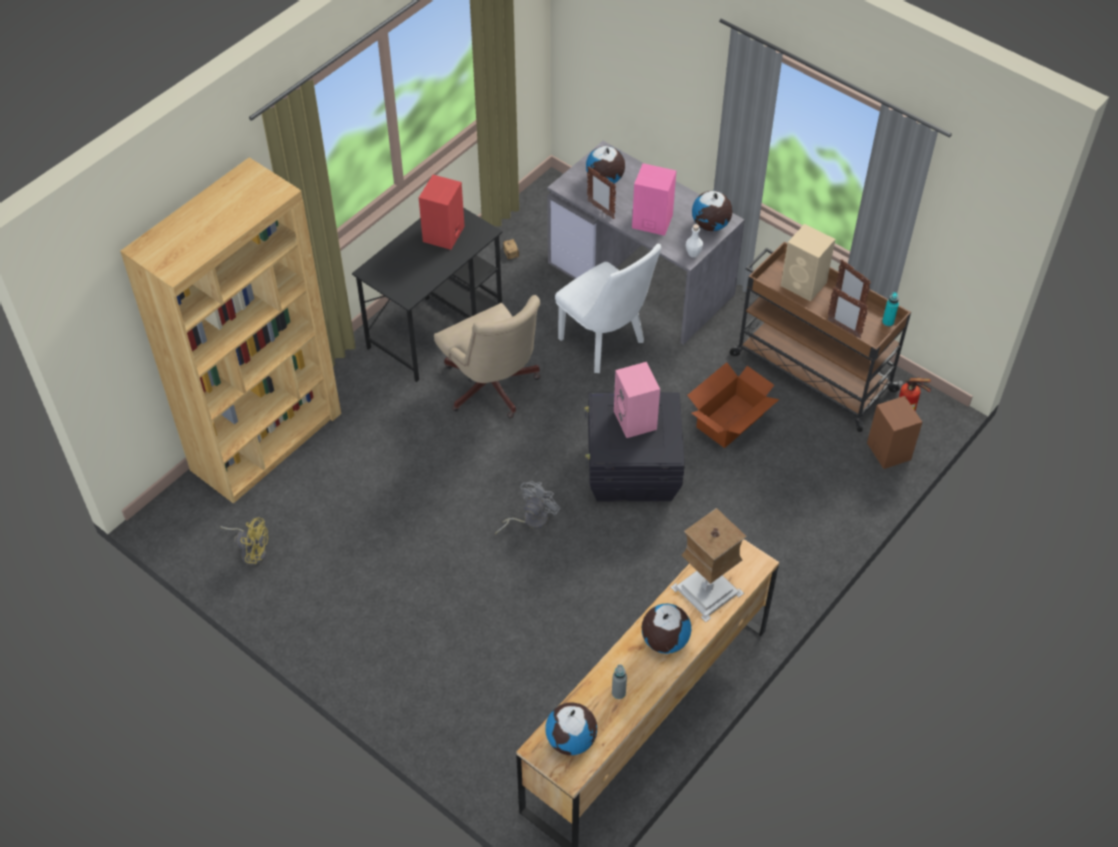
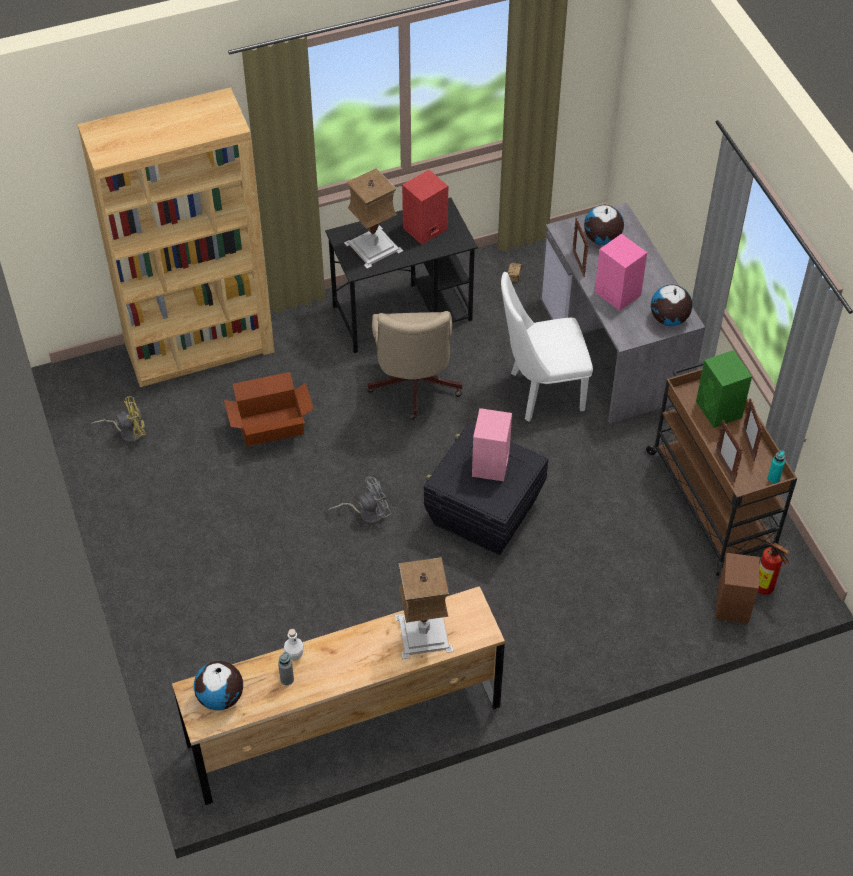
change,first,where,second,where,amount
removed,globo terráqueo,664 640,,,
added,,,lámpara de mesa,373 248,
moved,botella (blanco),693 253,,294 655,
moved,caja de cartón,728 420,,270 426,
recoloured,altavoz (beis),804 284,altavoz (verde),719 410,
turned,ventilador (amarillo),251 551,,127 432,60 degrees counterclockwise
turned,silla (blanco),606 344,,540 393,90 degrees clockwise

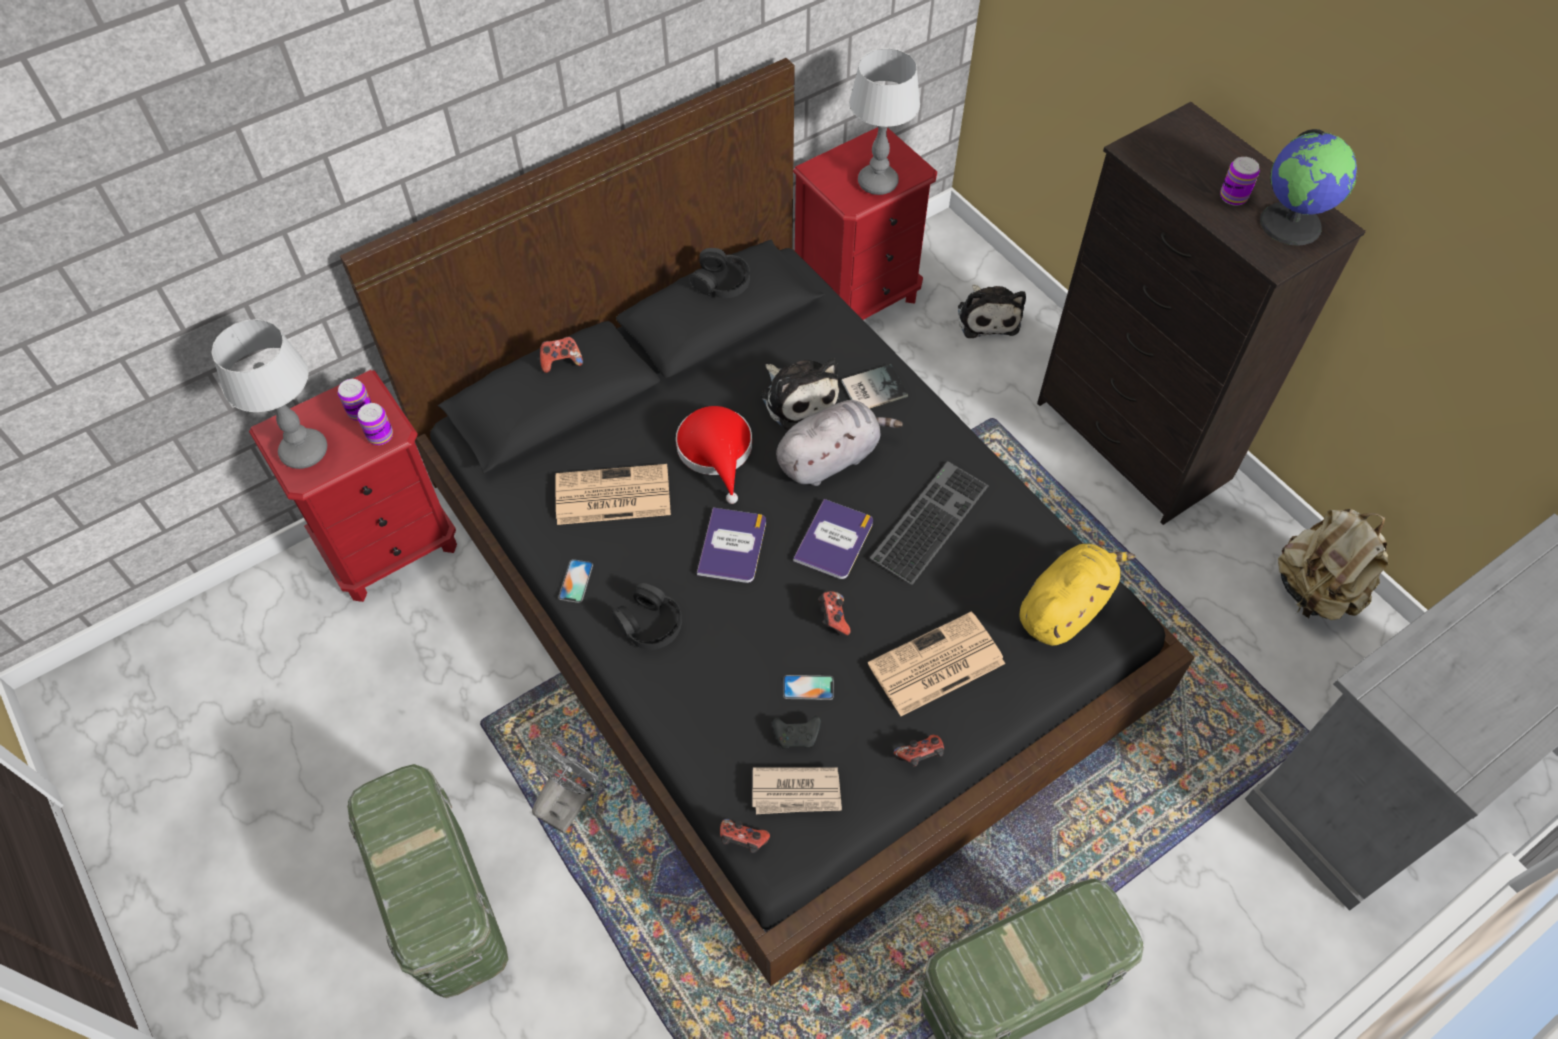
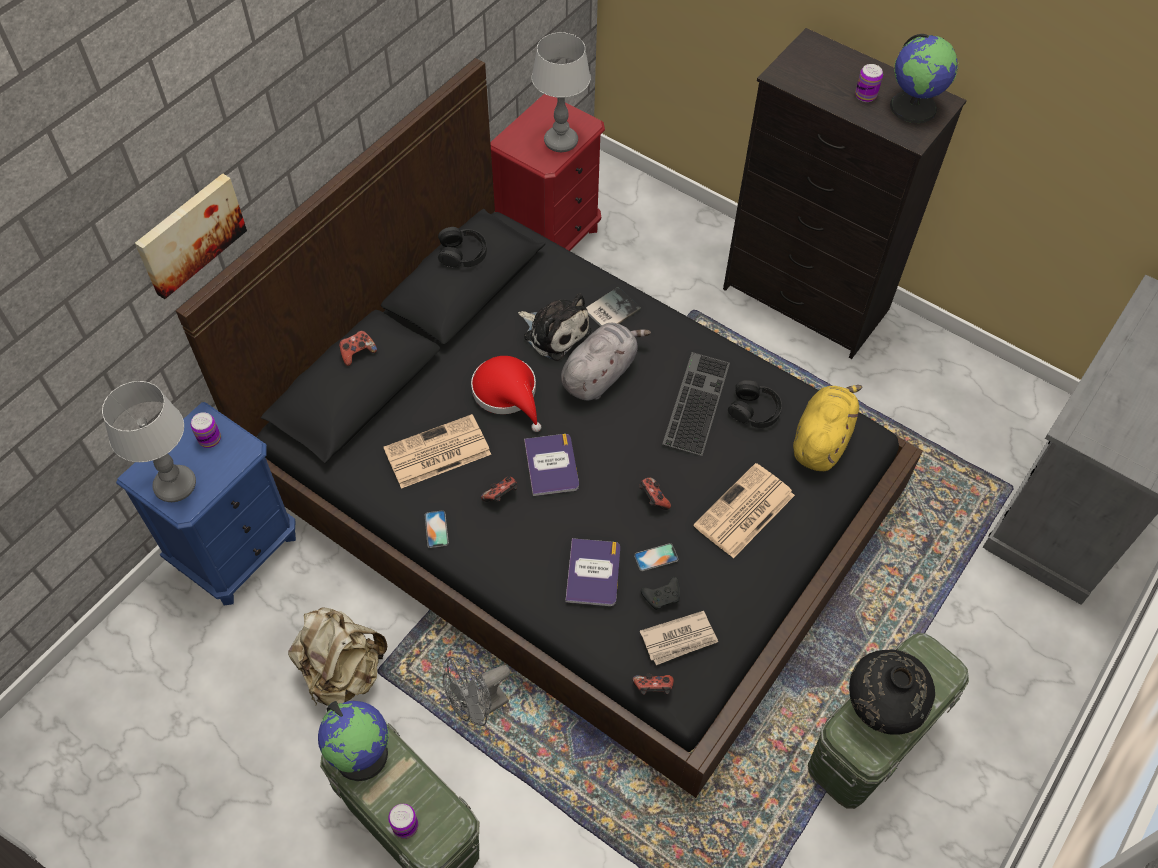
change,first,where,second,where,amount
removed,peluche,987 316,,,
added,,,cuadro,189 234,
added,,,globo terráqueo,362 754,
added,,,florero (negro),881 708,
moved,lata,380 435,,405 826,
moved,auriculares (negro),650 623,,754 410,
moved,libro,834 540,,593 573,
moved,mando de consola,920 756,,501 496,
moved,mochila (beis),1315 591,,342 672,
recoloured,mesita de noche (rojo),390 546,mesita de noche (azul),237 551,
turned,ventilador (gris),571 798,,478 708,135 degrees counterclockwise

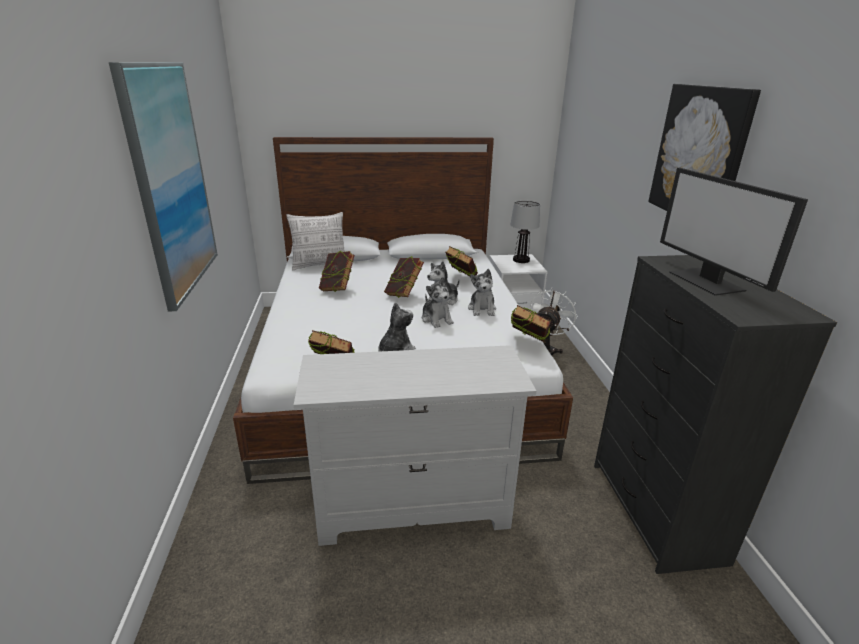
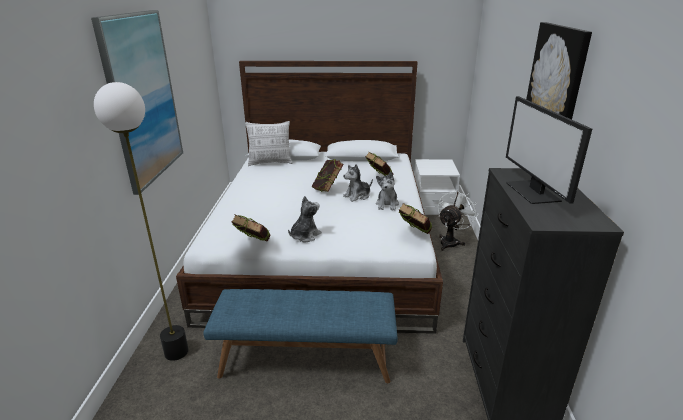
change,first,where,second,where,amount
removed,libro,337 289,,,
removed,peluche,436 319,,,
removed,lámpara de mesa,521 260,,,
added,,,lámpara de pie,176 351,
replaced,cómoda (blanco),414 507,banco (azul),306 358,

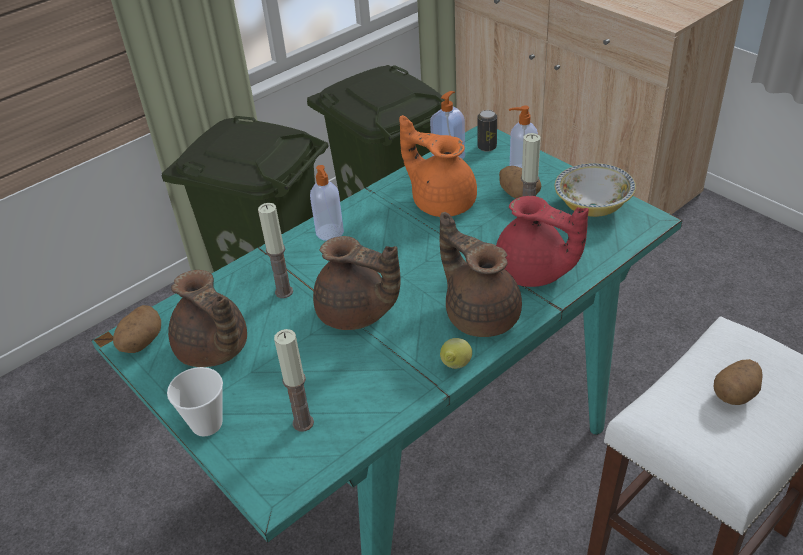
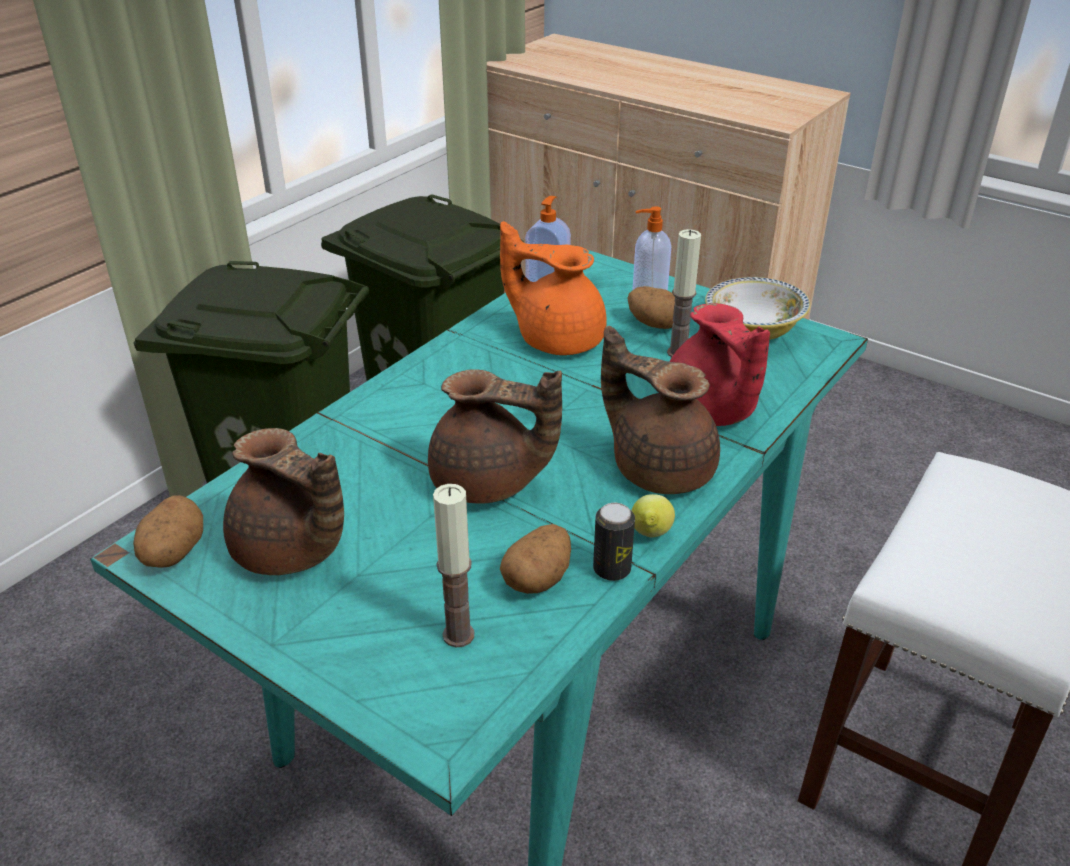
change,first,where,second,where,amount
removed,taza,207 424,,,
removed,vela,284 292,,,
removed,dispensador de jabón,330 233,,,
moved,lata,487 147,,612 569,
moved,patata,735 393,,537 578,
turned,tetera (rojo),533 273,,710 412,45 degrees clockwise

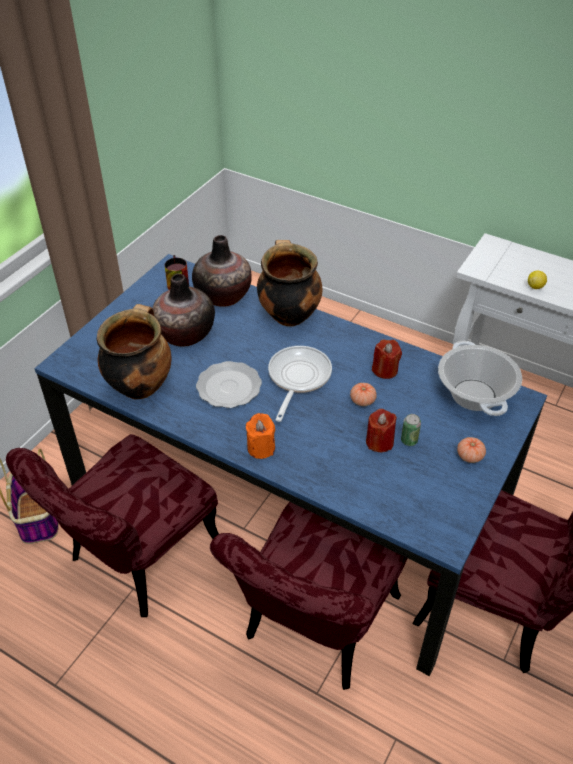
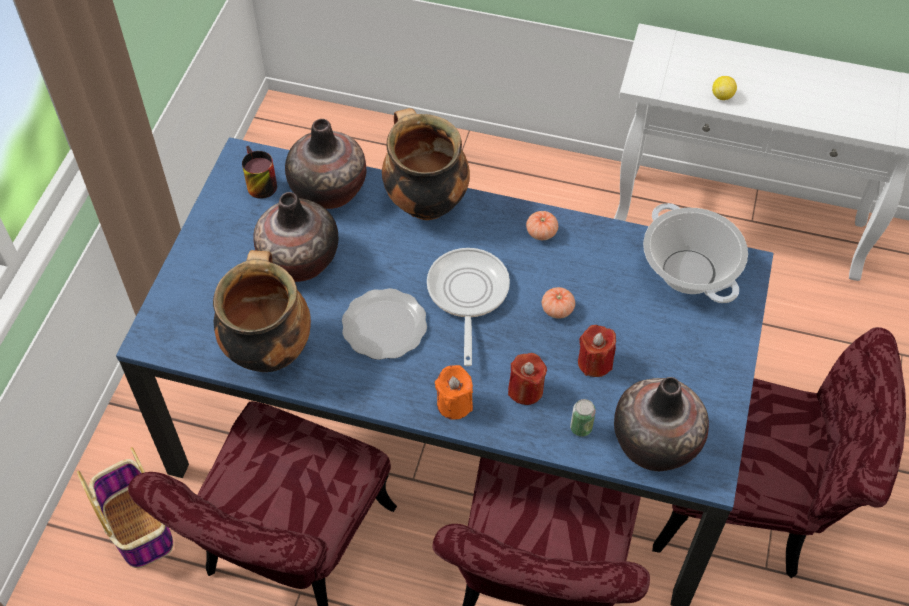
change,first,where,second,where,amount
added,,,florero,656 442,
moved,vela (rojo),385 370,,525 390,
moved,lata,409 440,,581 428,
moved,tomate,469 456,,541 232,

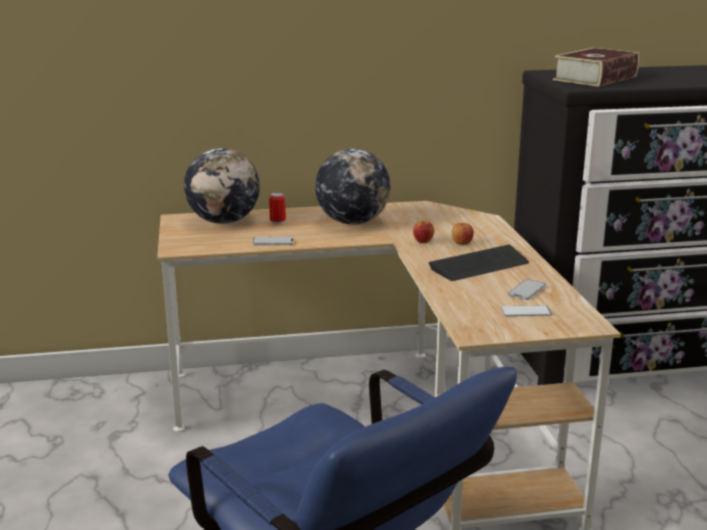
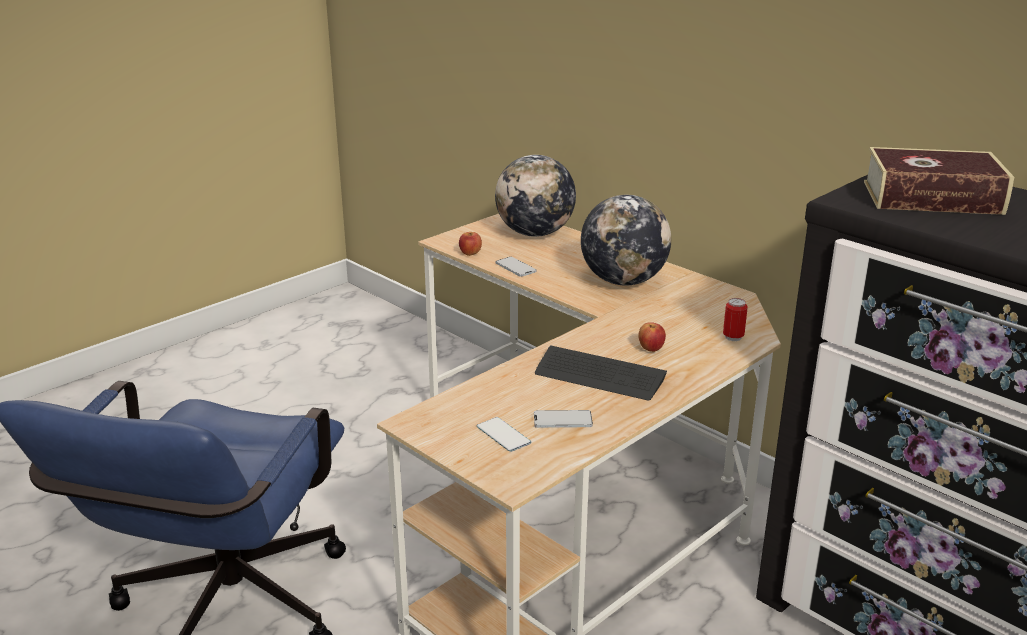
change,first,where,second,where,amount
moved,lata,277 222,,733 337,
moved,manzana,423 241,,470 254,

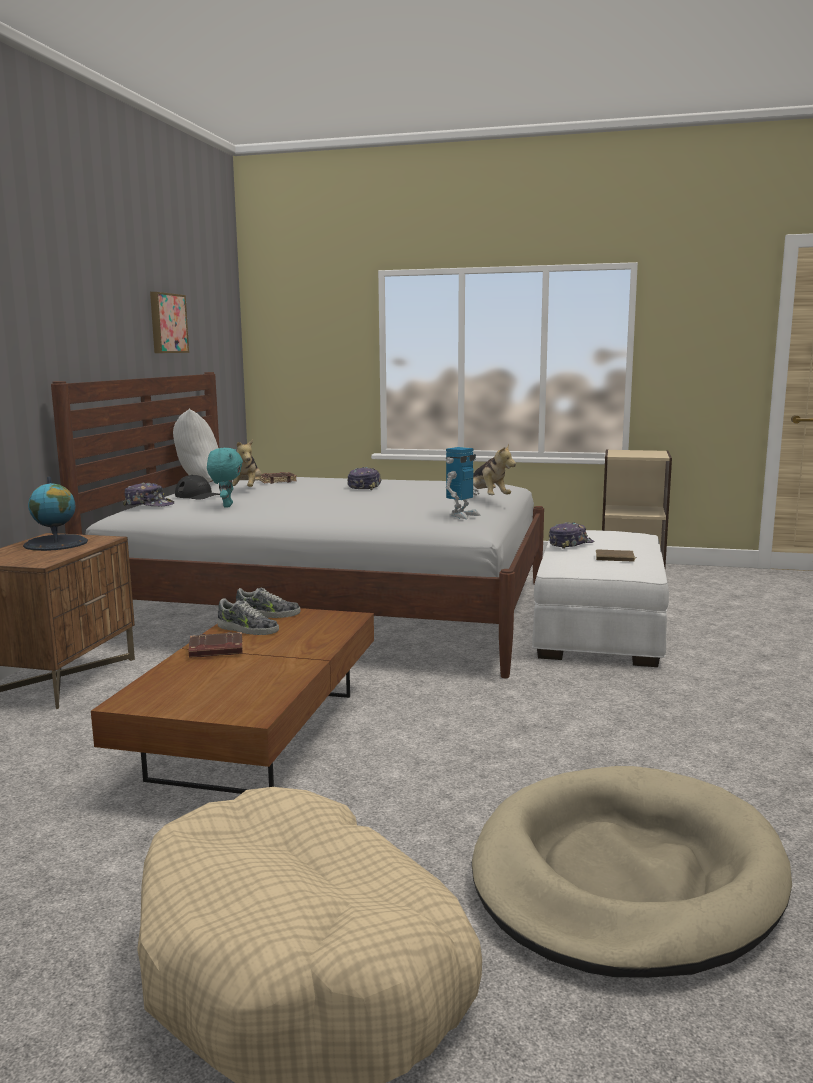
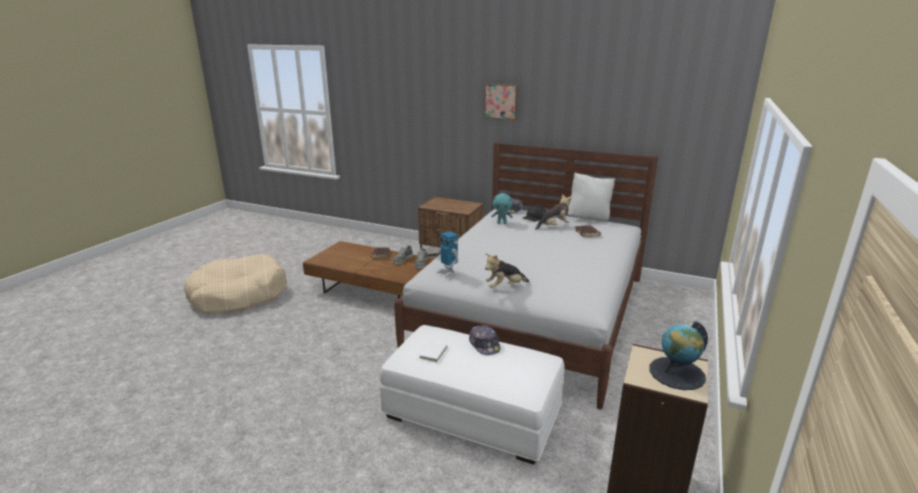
change,first,where,second,where,amount
removed,gorra,364 487,,,
removed,cama para perro (beis),625 876,,,
moved,globo terráqueo,56 543,,677 373,
moved,cuadro,167 323,,501 101,
recoloured,libro (marrón),614 558,libro (blanco),432 353,
turned,peluche,247 490,,553 226,150 degrees clockwise

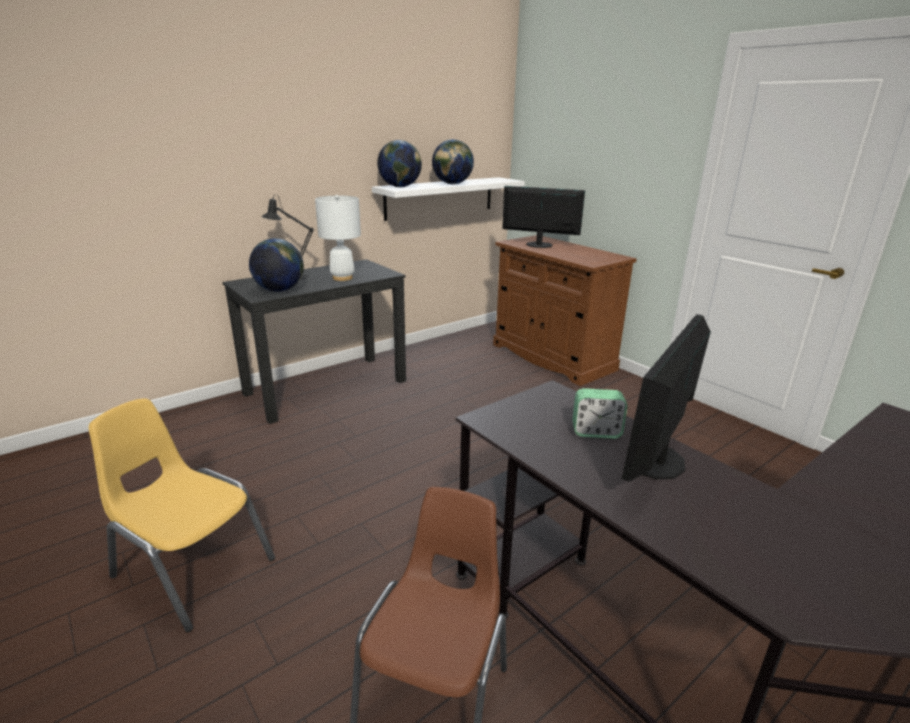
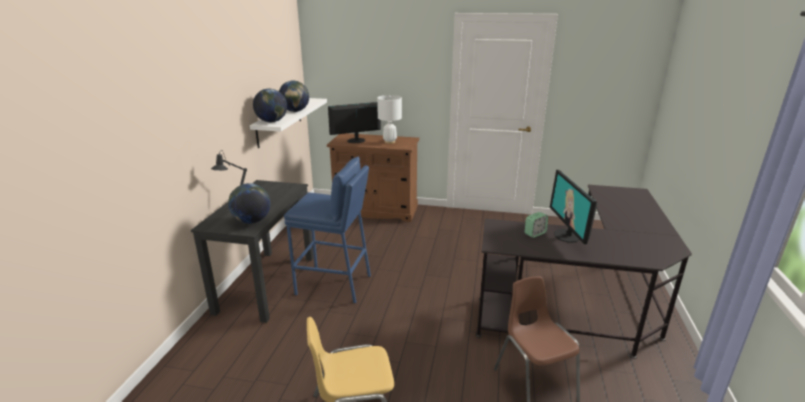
change,first,where,second,where,amount
added,,,taburete (azul),334 285,
moved,lámpara de mesa (blanco),342 278,,390 142,

